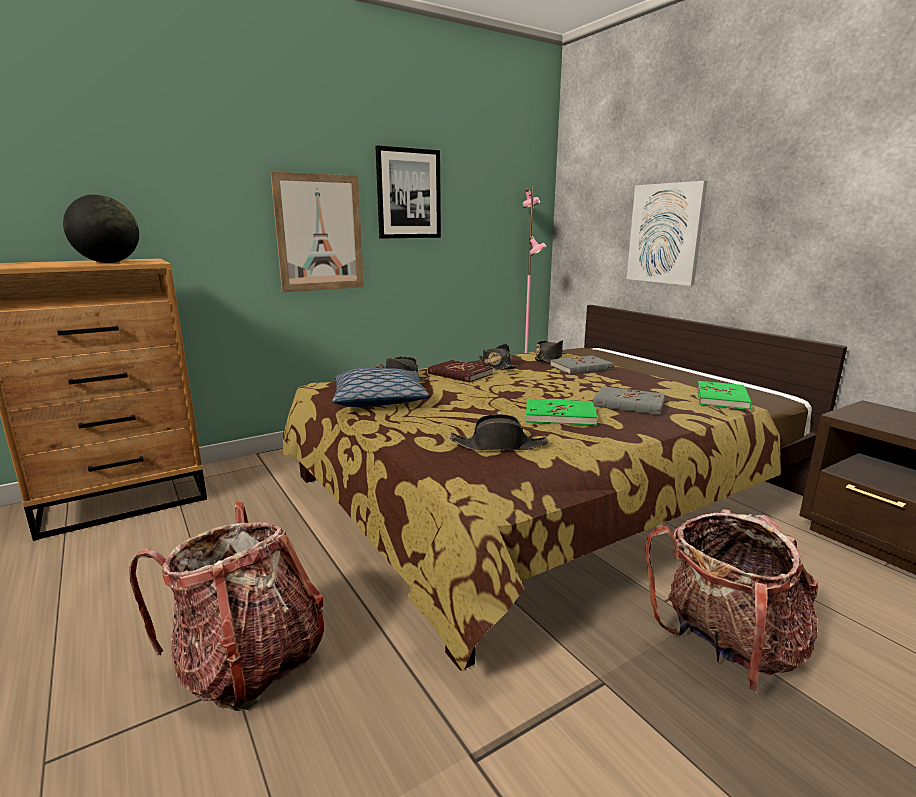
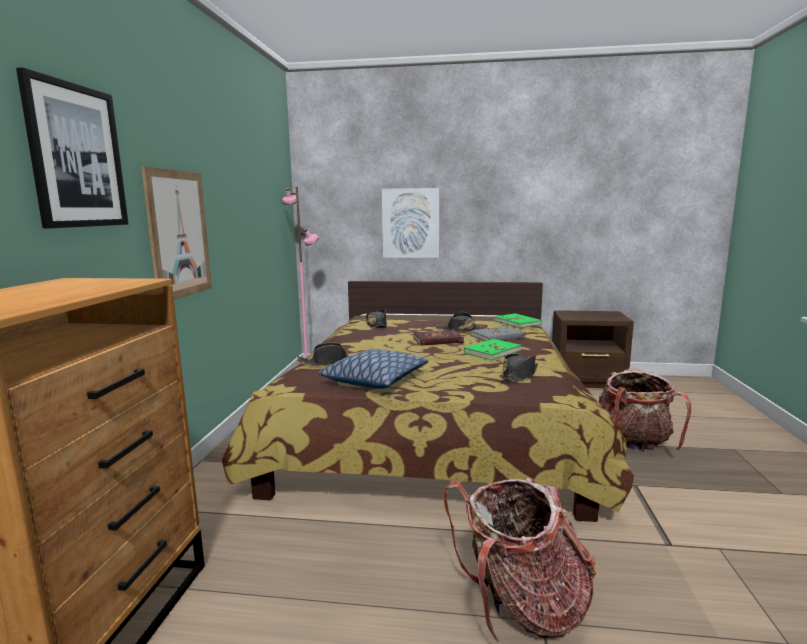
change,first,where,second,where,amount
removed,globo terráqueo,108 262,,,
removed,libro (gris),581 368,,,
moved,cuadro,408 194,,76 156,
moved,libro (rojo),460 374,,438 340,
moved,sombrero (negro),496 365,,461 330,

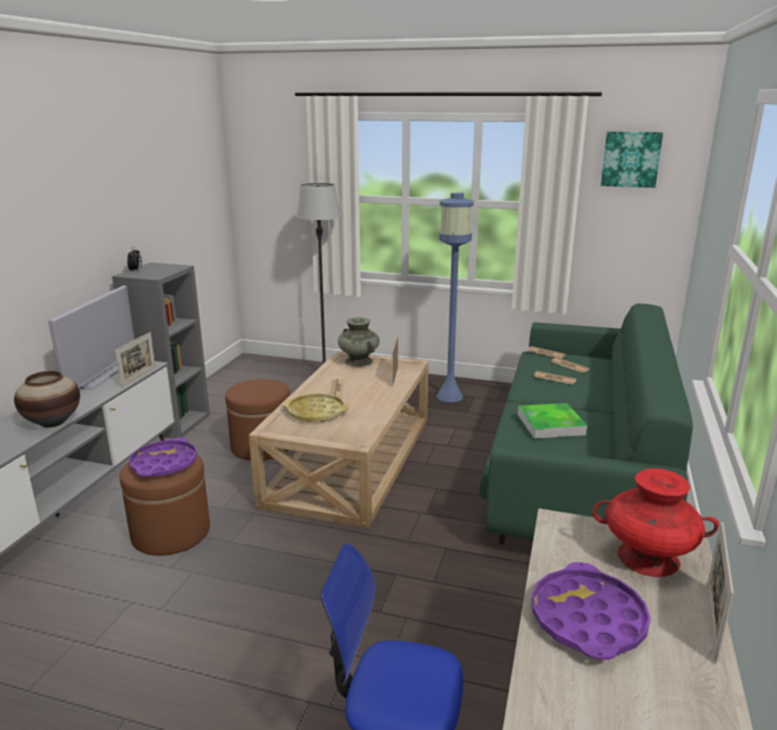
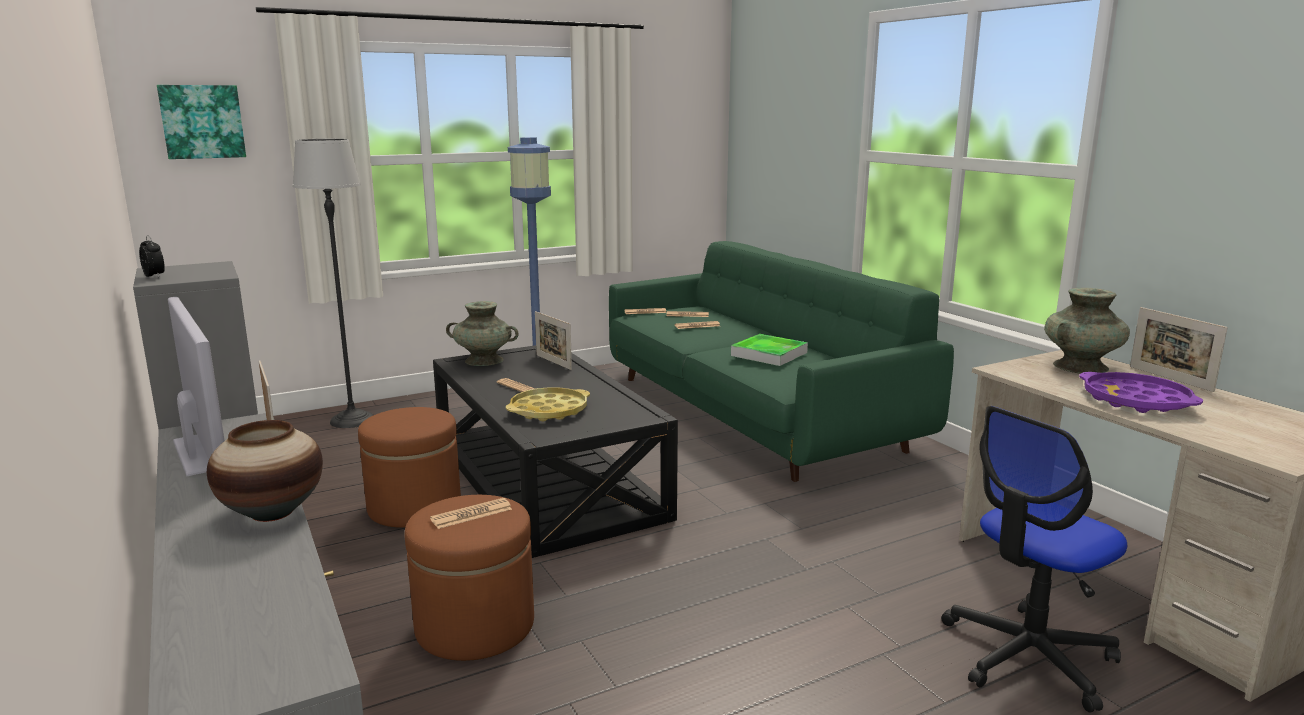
change,first,where,second,where,amount
moved,cuadro,631 159,,202 121,
replaced,bandeja (morado),164 464,periódico,471 514,
recoloured,mesa de centro (beis),352 460,mesa de centro (negro),548 478,
recoloured,florero (rojo),647 558,florero (turquesa),1080 367,

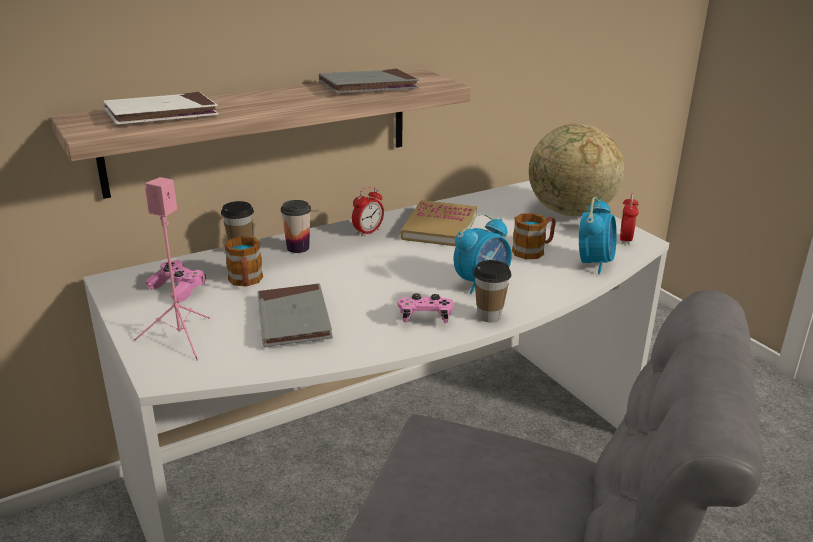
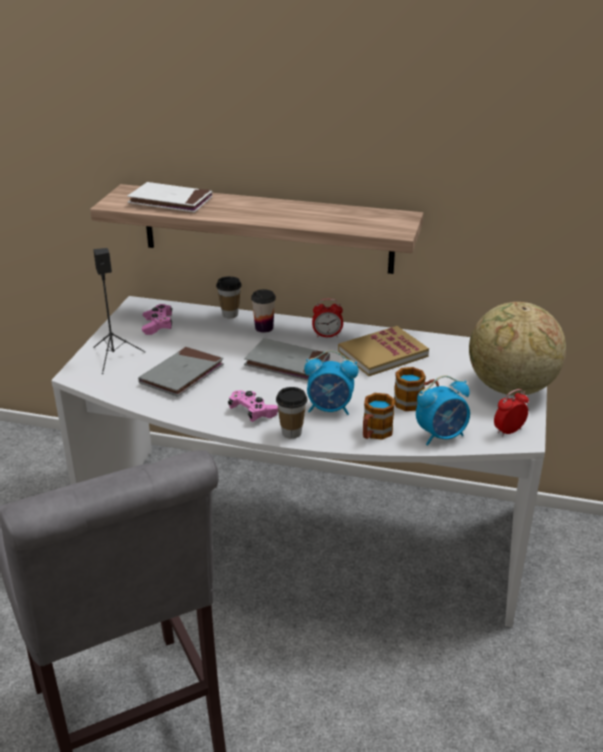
change,first,where,second,where,amount
moved,taza grande,245 282,,374 433,
moved,libro (gris),368 87,,287 363,
recoloured,altavoz (rosa),181 339,altavoz (negro),114 357,

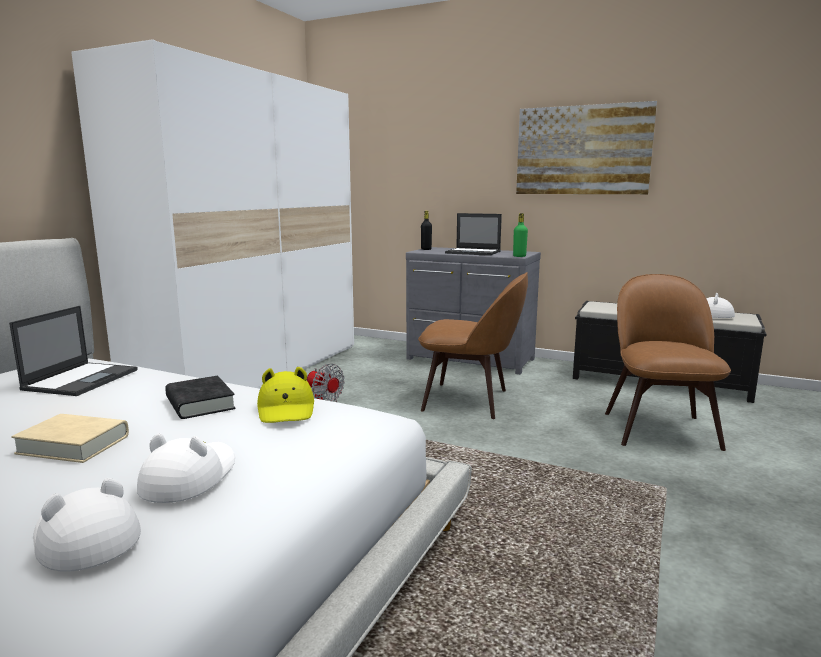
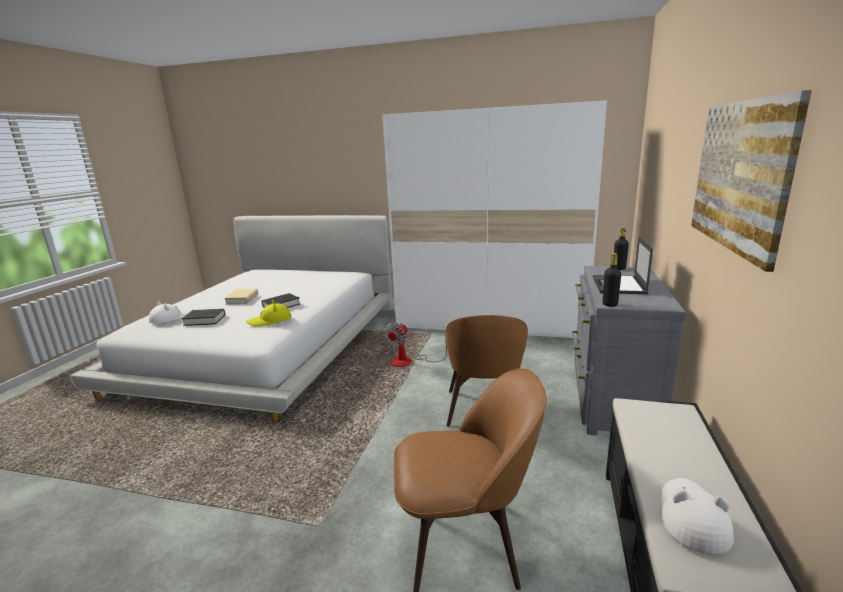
change,first,where,second,where,amount
removed,portátil,82 379,,,
replaced,sombrero (blanco),189 477,libro (negro),204 320,
recoloured,botella (verde),519 256,botella (negro),610 304,

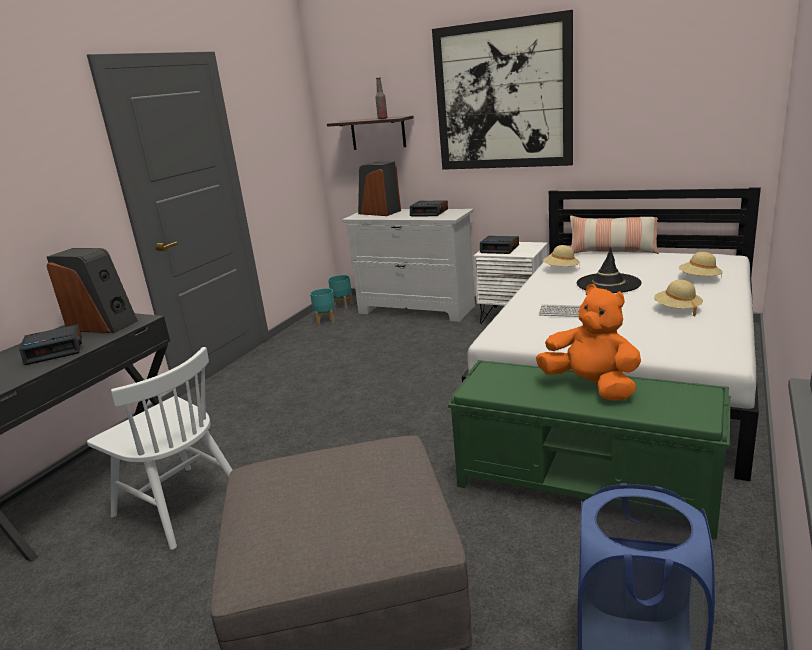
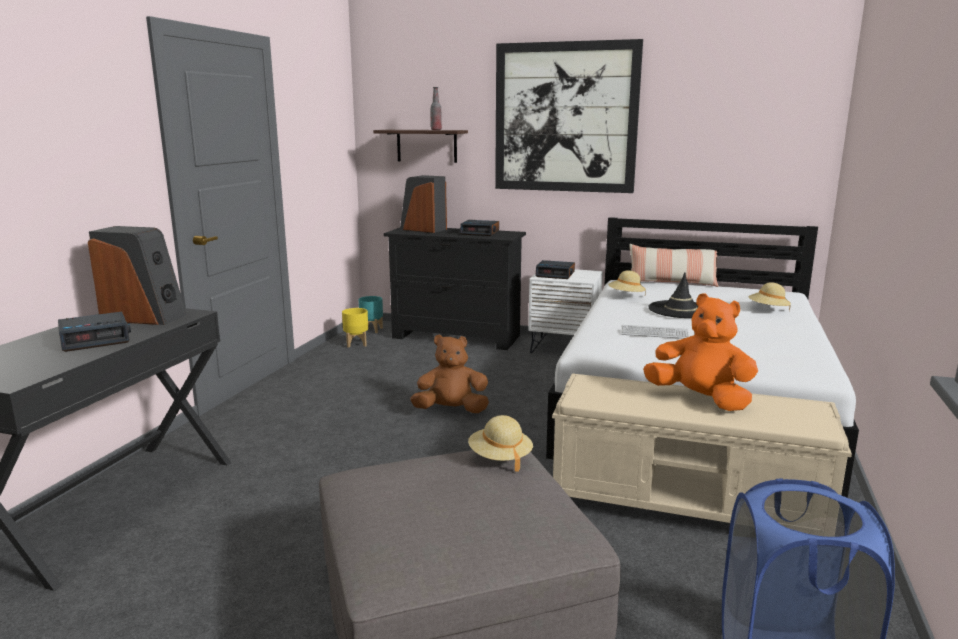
change,first,where,second,where,amount
removed,silla (blanco),180 505,,,
added,,,peluche (marrón),451 410,
moved,sombrero (beis),677 309,,500 458,
recoloured,maceta (turquesa),326 320,maceta (amarillo),357 344,
recoloured,cómoda (blanco),416 309,cómoda (negro),456 337,
recoloured,banco (verde),586 486,banco (beis),687 507,

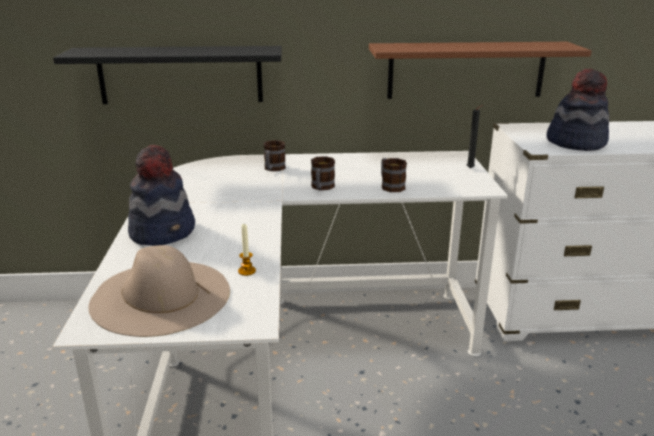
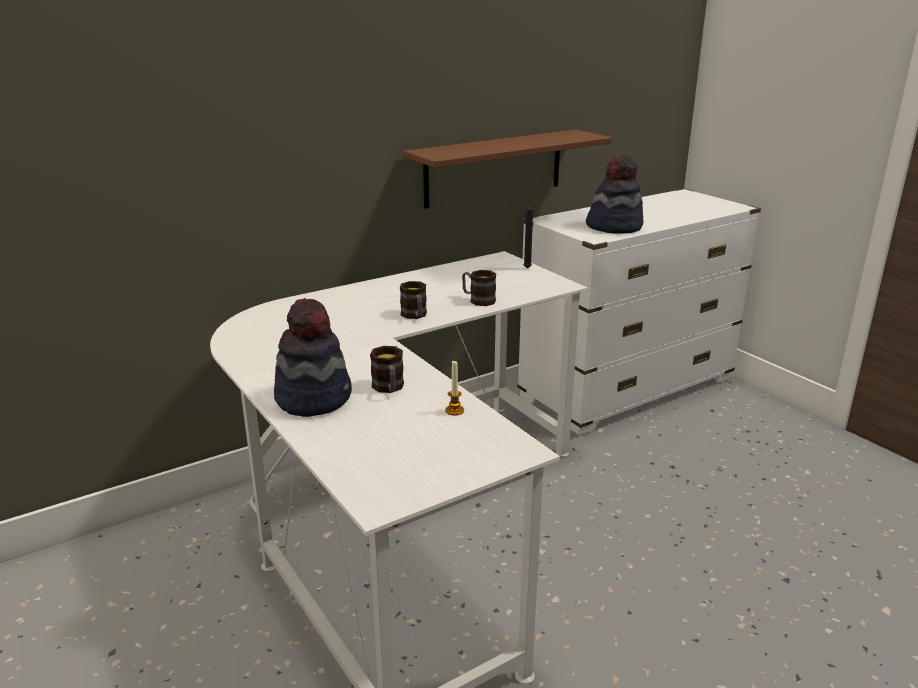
change,first,where,second,where,amount
removed,estante (negro),180 75,,,
removed,sombrero (beis),160 296,,,
moved,taza grande,273 169,,389 388,

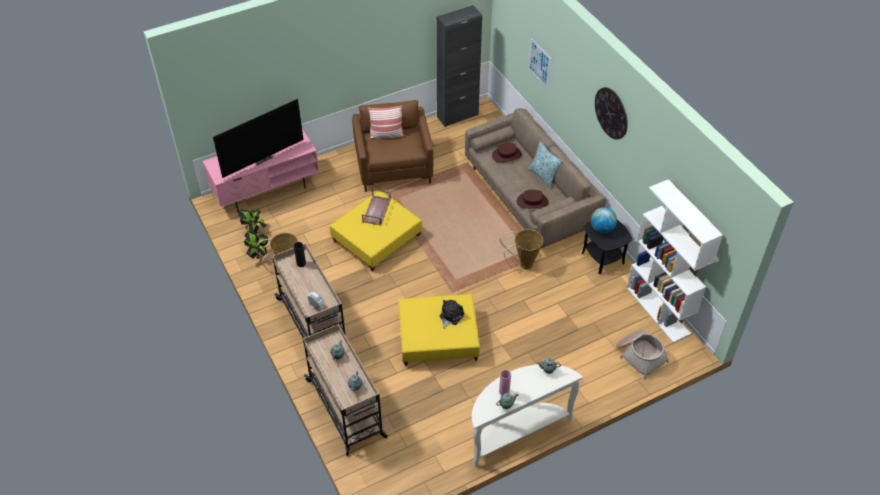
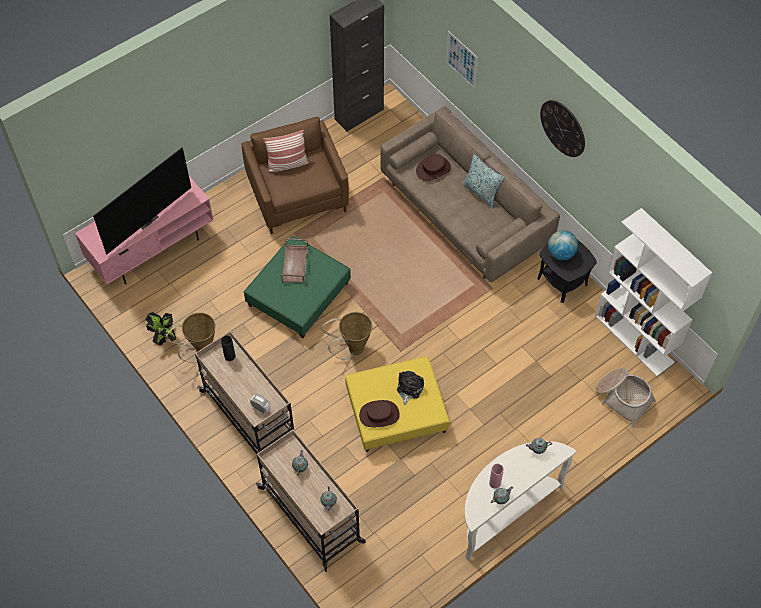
change,first,where,second,where,amount
removed,planta en maceta,254 230,,,
moved,cesta,522 265,,352 350,
moved,sombrero (marrón),532 202,,379 415,
recoloured,puf (amarillo),376 238,puf (verde),298 295,

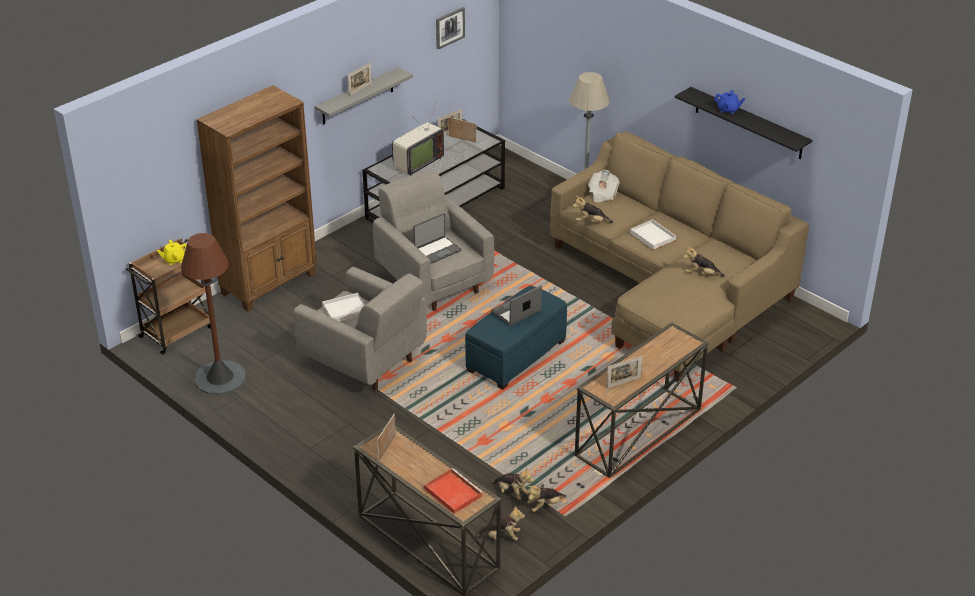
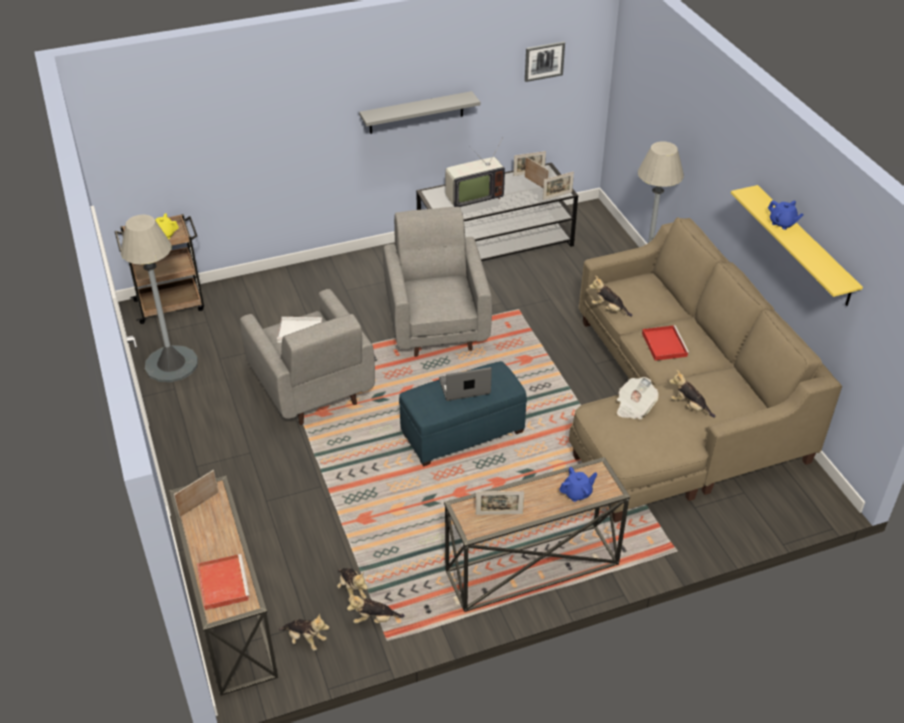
change,first,where,second,where,amount
removed,estantería (marrón),269 284,,,
removed,portátil,437 250,,,
added,,,tetera (azul),577 493,
moved,portarretratos,360 89,,557 196,
moved,periódico,602 194,,634 407,
recoloured,lámpara de pie (marrón),220 378,lámpara de pie (gris),171 364,
recoloured,bandeja (blanco),652 236,bandeja (rojo),664 344,
recoloured,estante (negro),748 123,estante (amarillo),804 246,

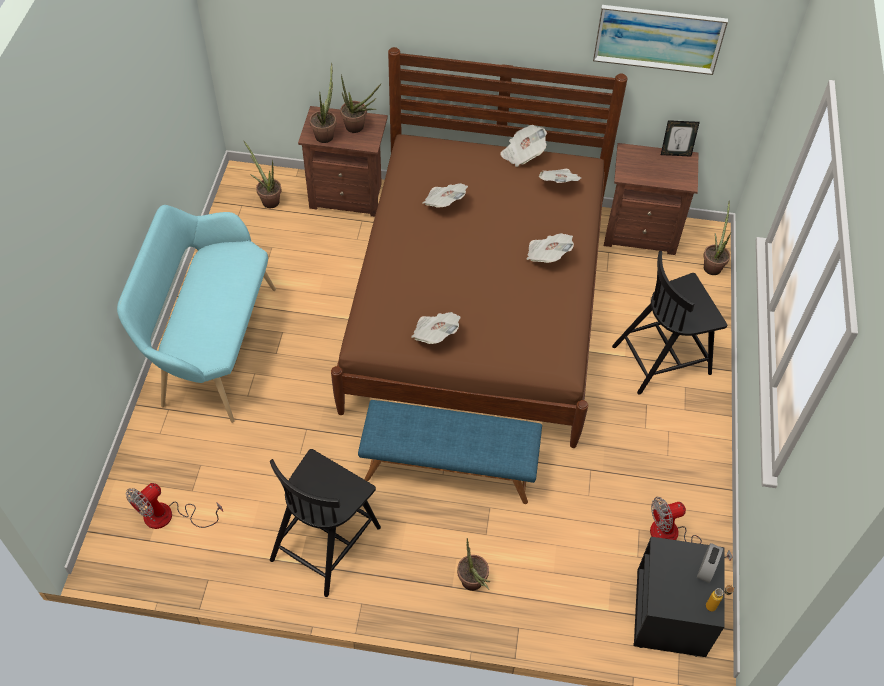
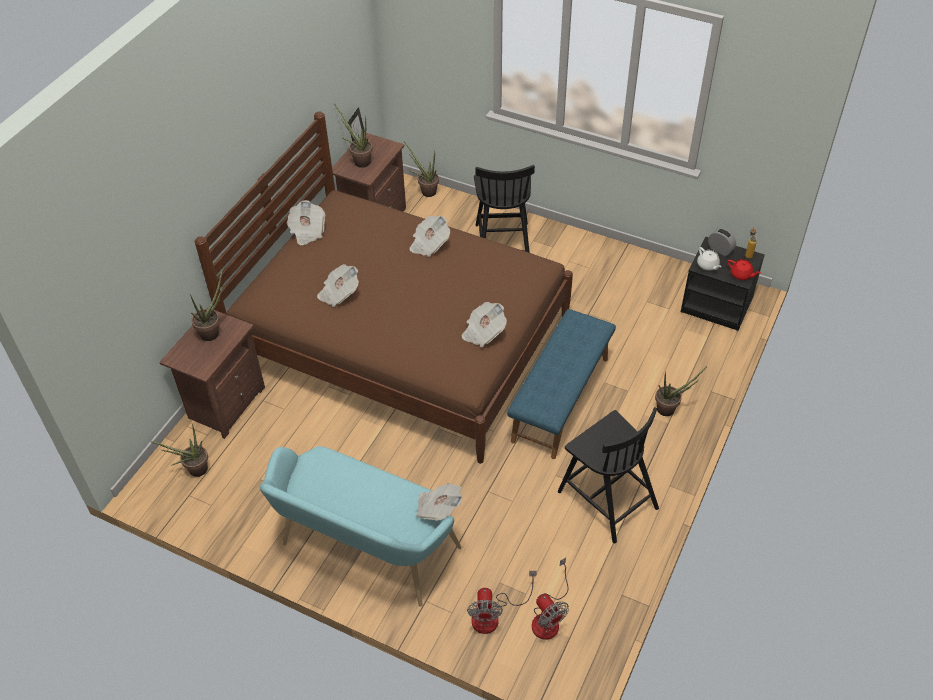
change,first,where,second,where,amount
removed,cuadro,658 38,,,
added,,,tetera (blanco),707 265,
added,,,tetera (rojo),741 275,
moved,planta en maceta,326 133,,359 161,
moved,periódico,558 184,,438 508,
moved,ventilador,673 538,,493 615,

